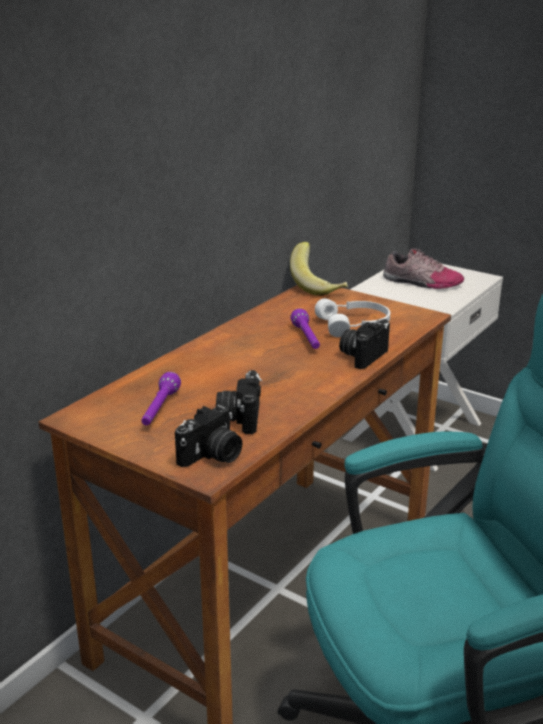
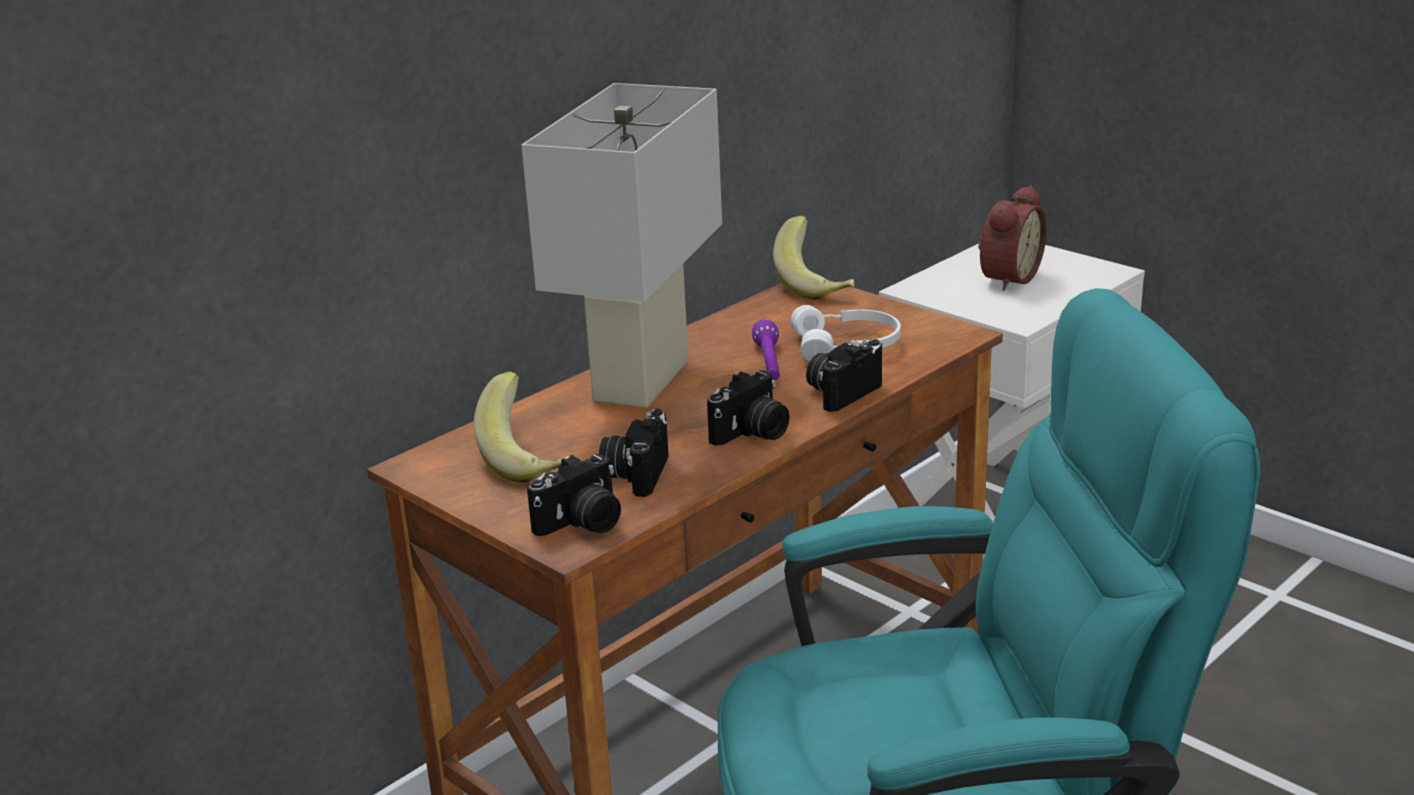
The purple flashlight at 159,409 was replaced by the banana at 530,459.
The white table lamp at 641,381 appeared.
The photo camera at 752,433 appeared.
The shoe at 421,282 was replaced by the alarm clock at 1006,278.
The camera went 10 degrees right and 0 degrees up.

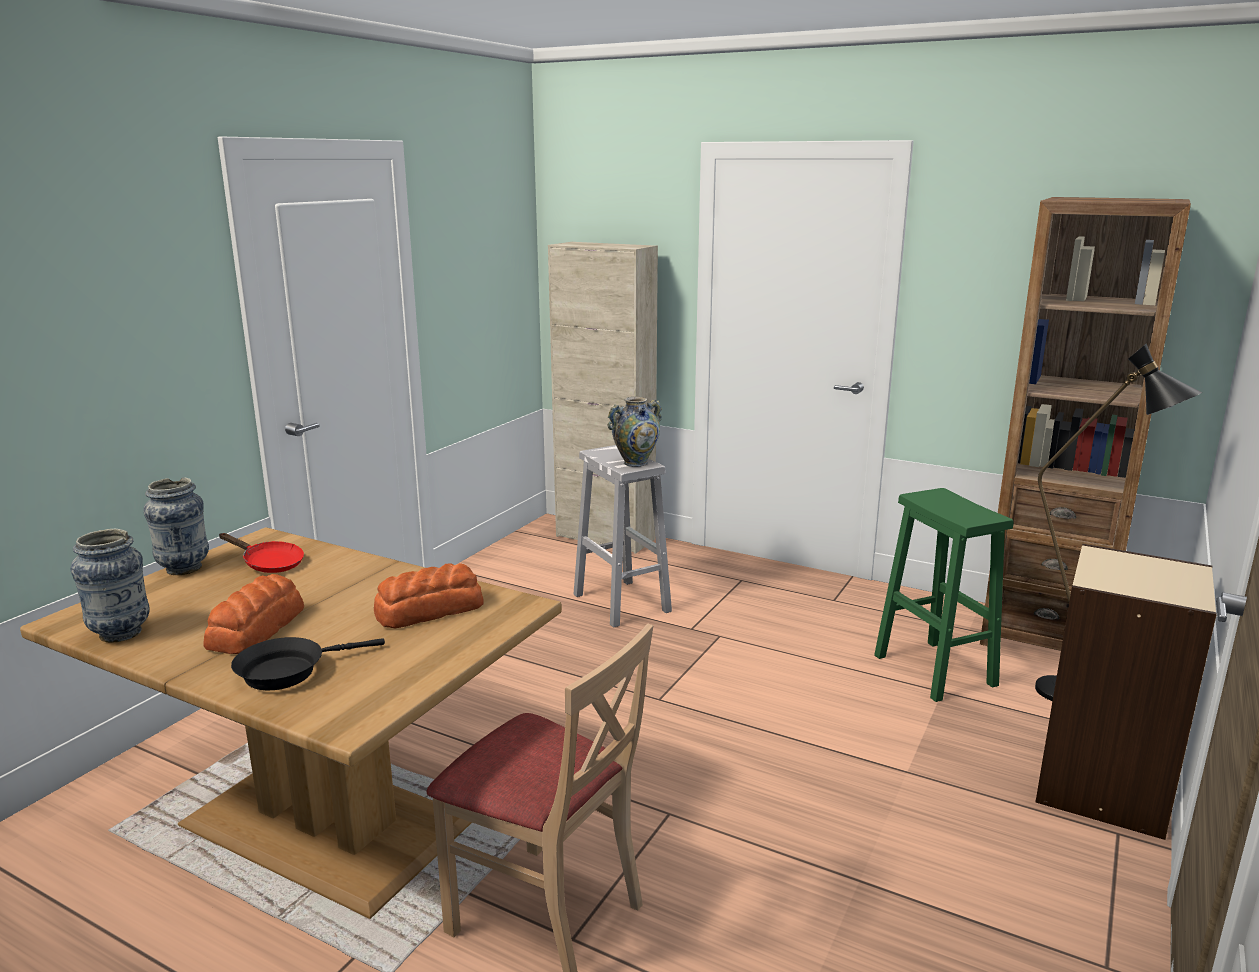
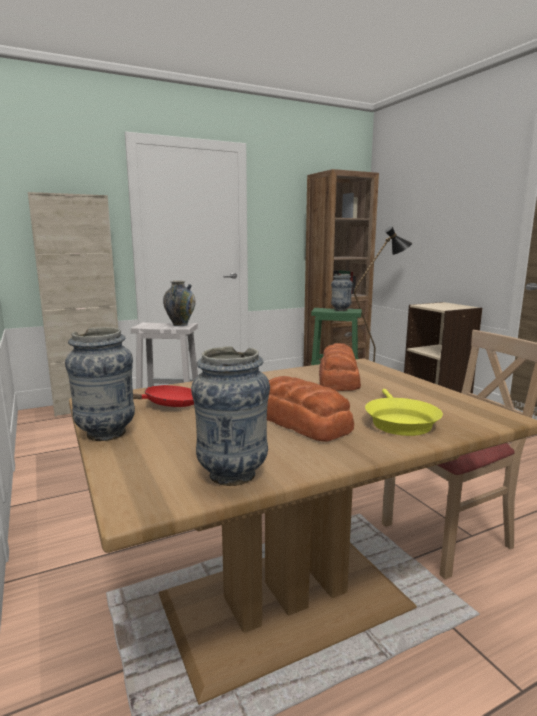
The vase at 340,310 appeared.
The black frying pan at 288,671 became the yellow frying pan at 399,422.
The camera went 55 degrees left and 5 degrees down.

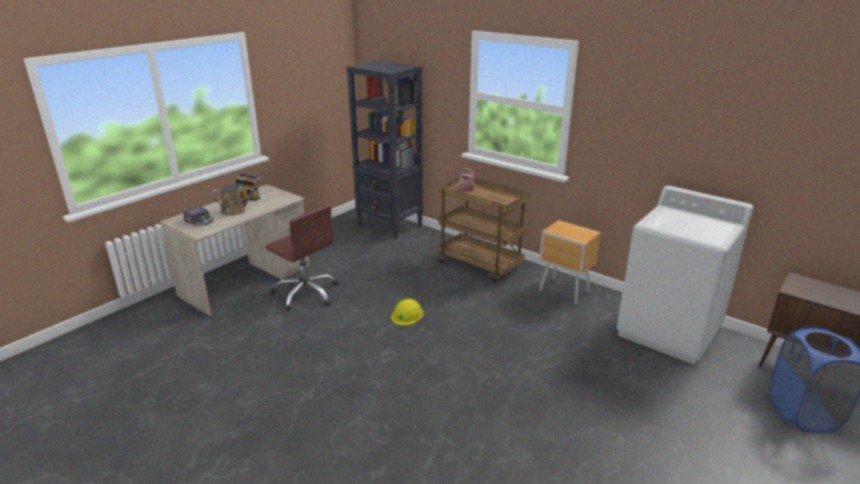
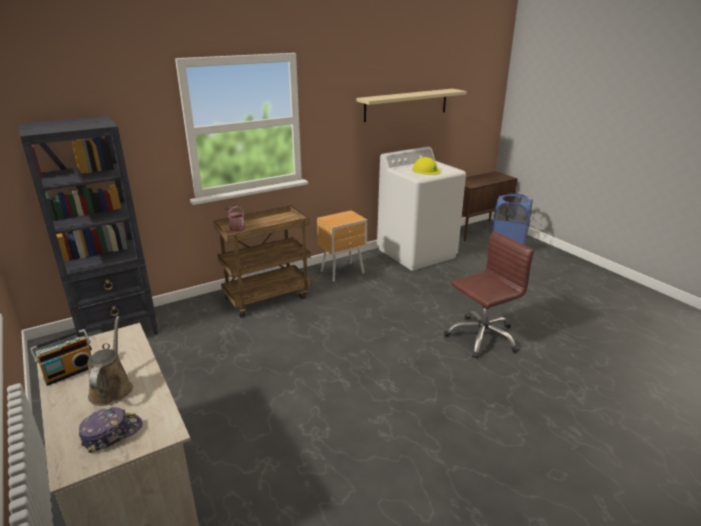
The beige shelf at 406,105 appeared.
The yellow hard hat moved from 407,315 to 426,170.
The brown office chair moved from 306,293 to 481,337.
The camera went 70 degrees left and 0 degrees up.

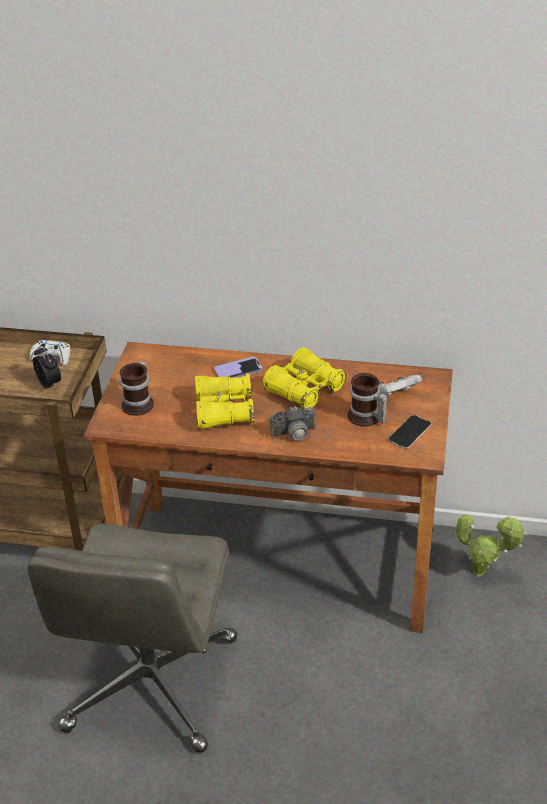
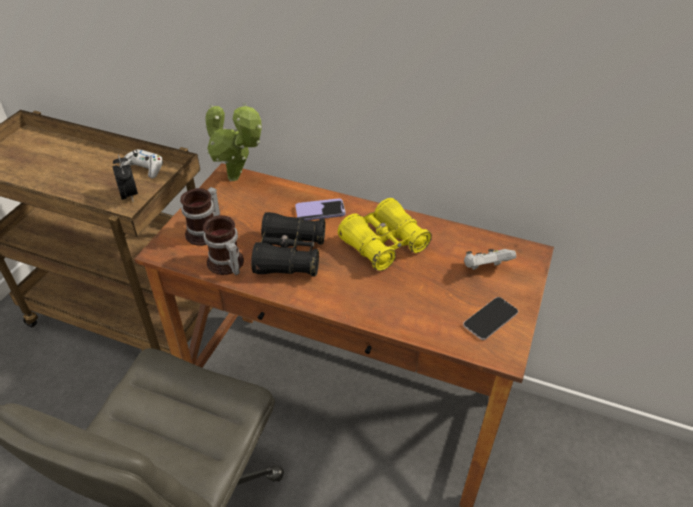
The mug moved from 365,418 to 225,265.
The potted plant moved from 483,573 to 237,179.
The yellow binoculars at 224,411 became the black binoculars at 290,255.
The photo camera at 299,433 disappeared.
The camera went 10 degrees right and 5 degrees up.

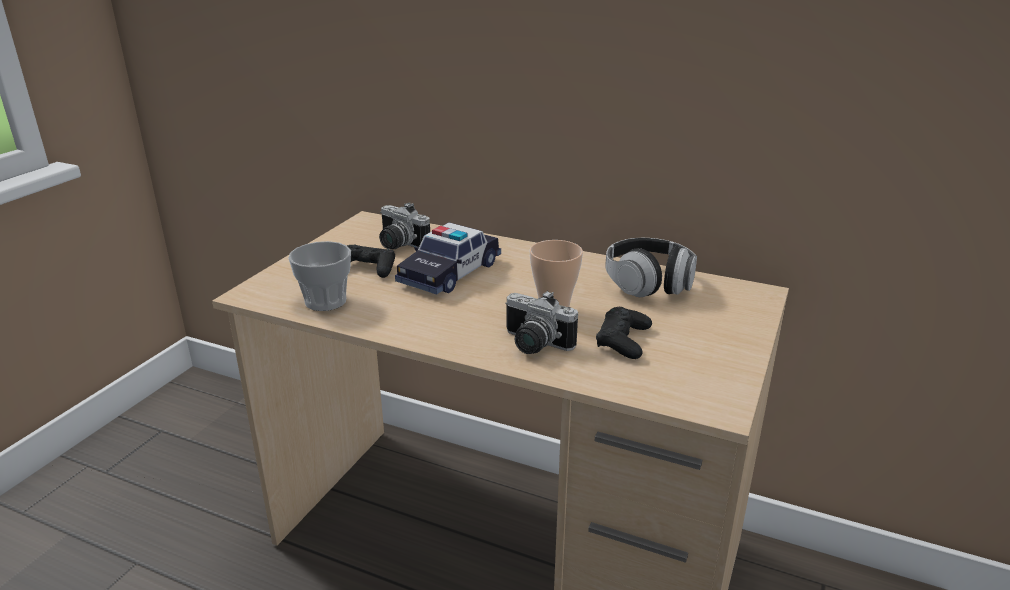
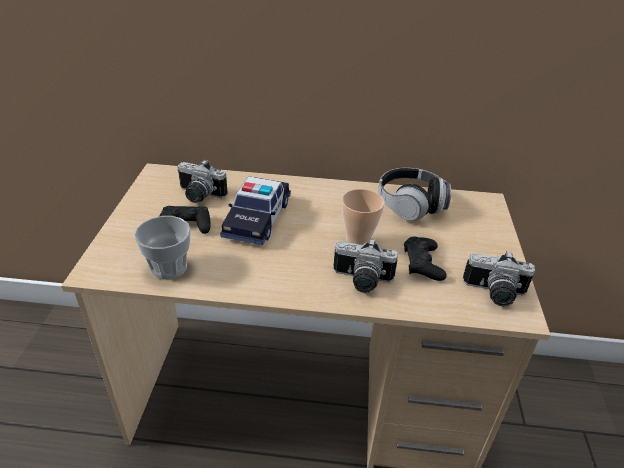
The photo camera at 494,294 appeared.
The camera went 20 degrees left and 10 degrees up.

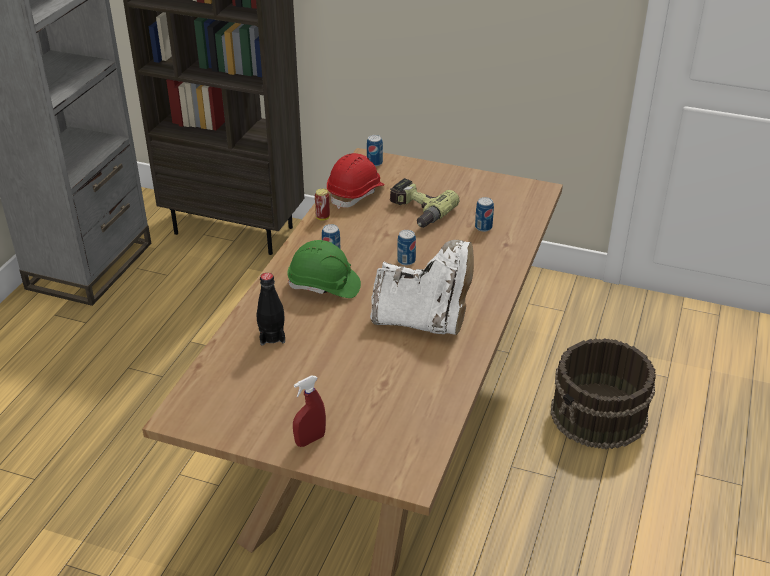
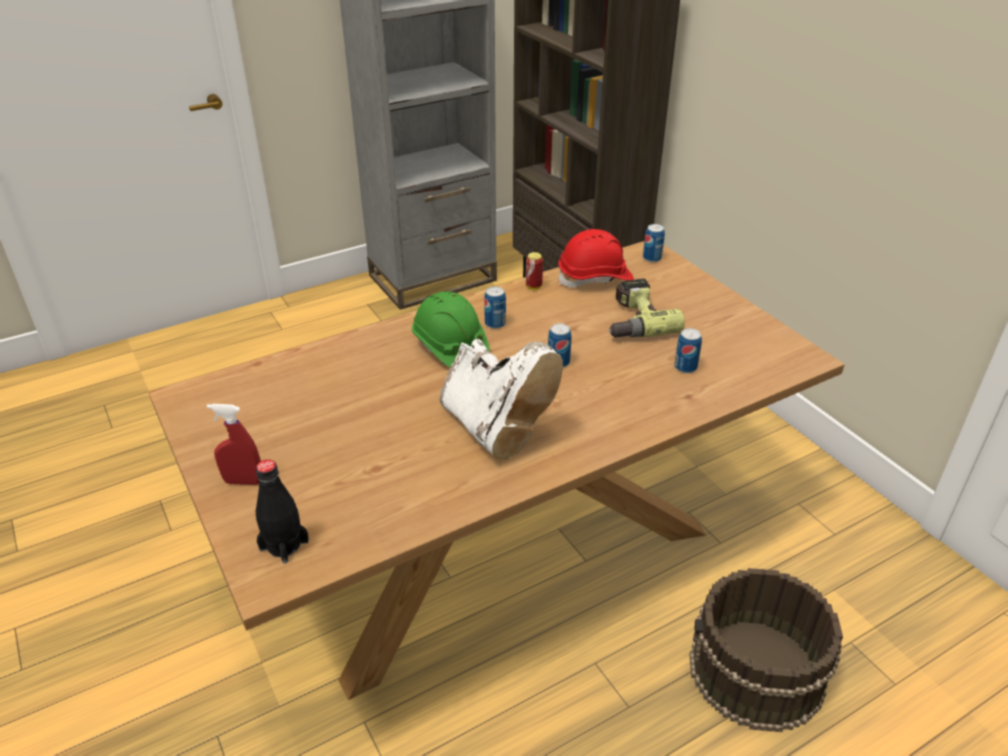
The black bottle moved from 272,336 to 284,545.
The camera went 40 degrees right and 0 degrees up.

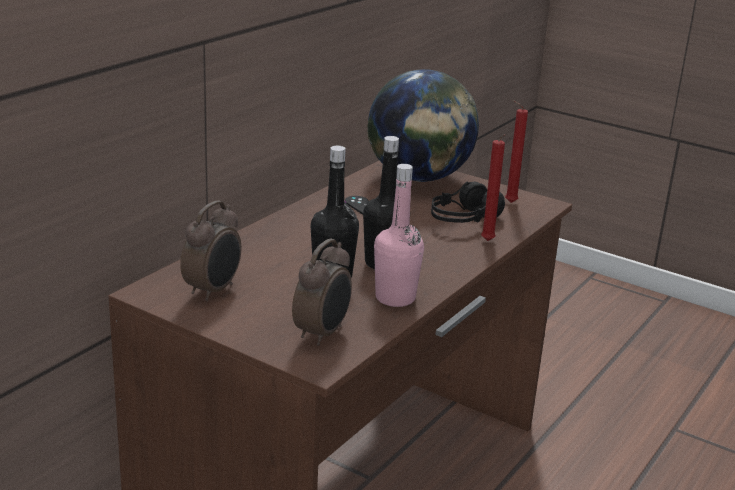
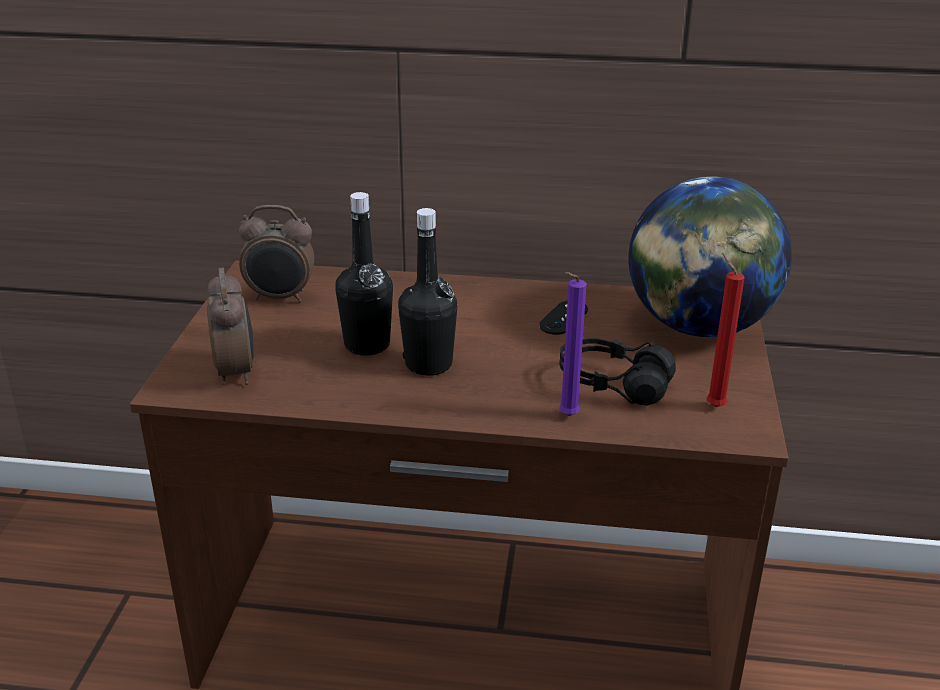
The alarm clock at 323,333 turned 105 degrees counterclockwise.
The red candle at 488,242 became the purple candle at 566,417.
The pink bottle at 395,298 disappeared.
The camera went 65 degrees right and 5 degrees up.

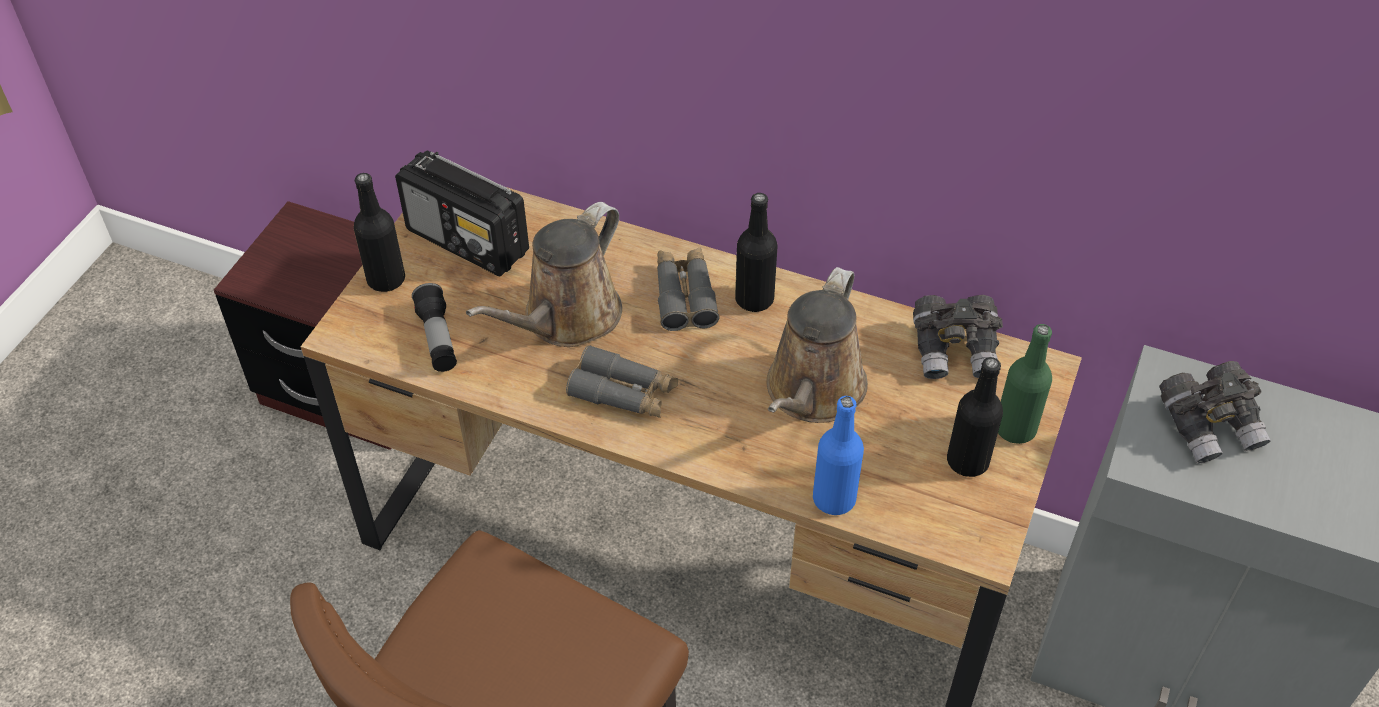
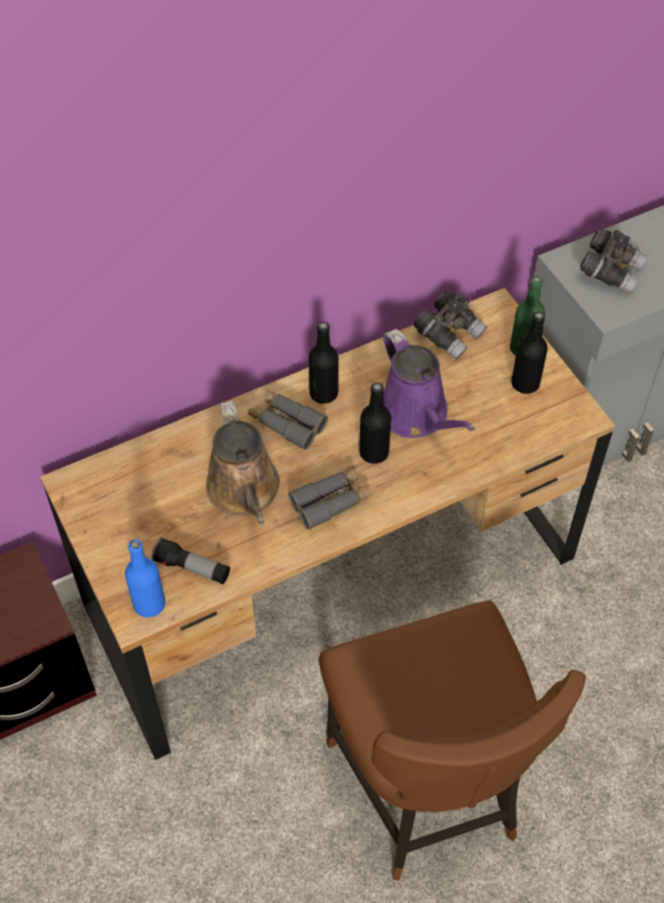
The blue bottle moved from 834,499 to 149,604.
The black bottle moved from 386,279 to 374,452.
The brown watering can at 812,392 became the purple watering can at 417,415.
The radio at 468,241 disappeared.
The camera went 50 degrees left and 5 degrees up.

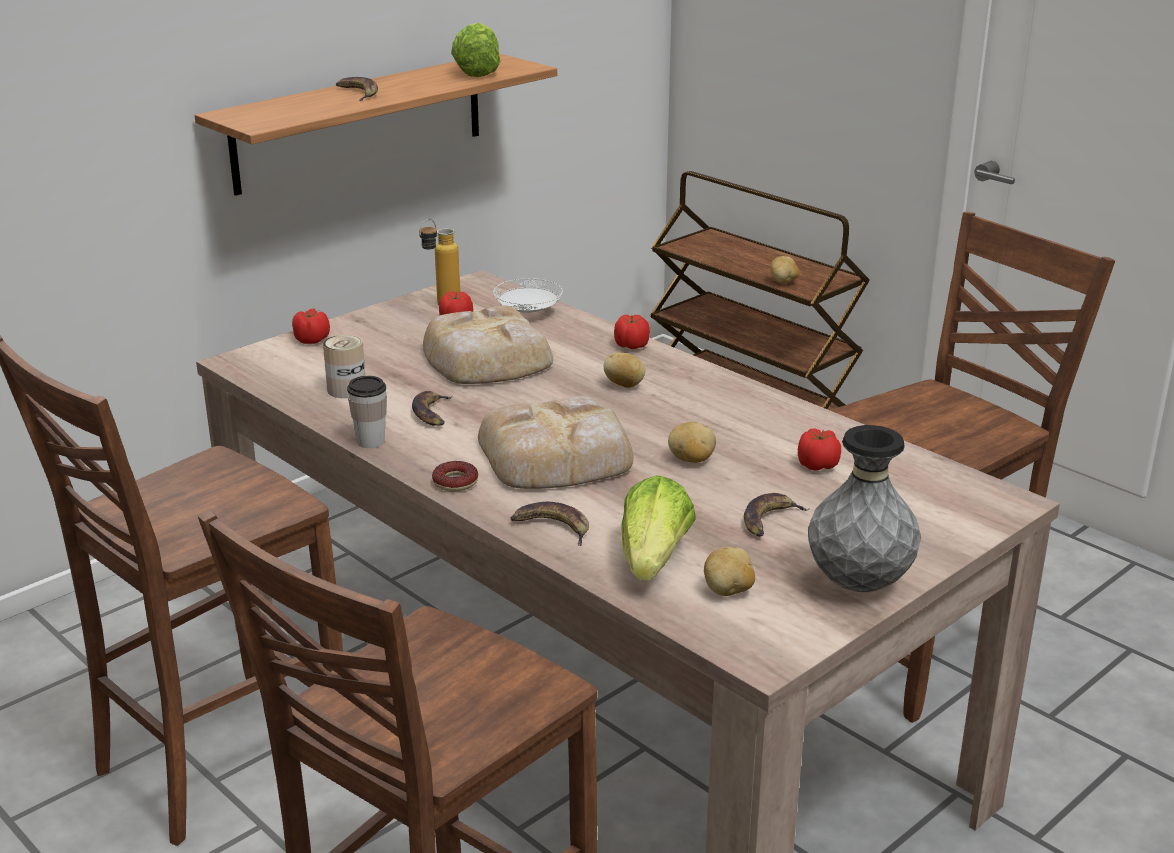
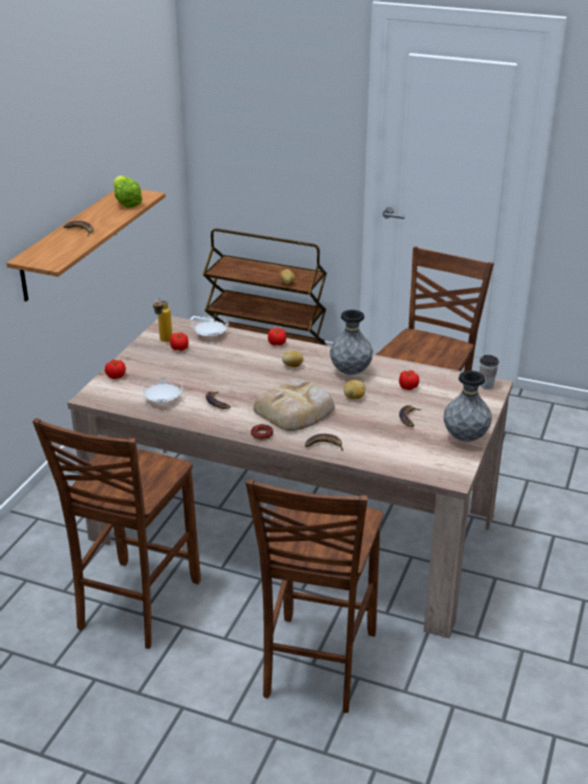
The can at 346,389 was replaced by the white plate at 163,400.
The grey vase at 350,372 appeared.
The cup moved from 370,441 to 486,385.
The bread at 486,359 disappeared.
The lettuce at 653,560 disappeared.
The potato at 728,591 disappeared.
The camera went 25 degrees left and 5 degrees up.

